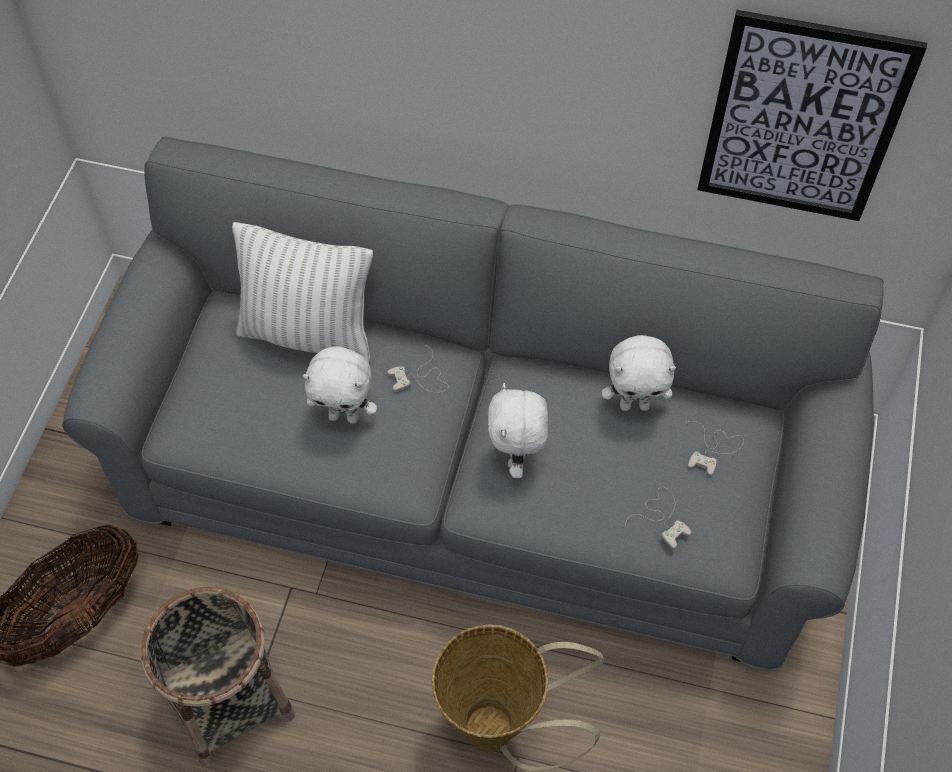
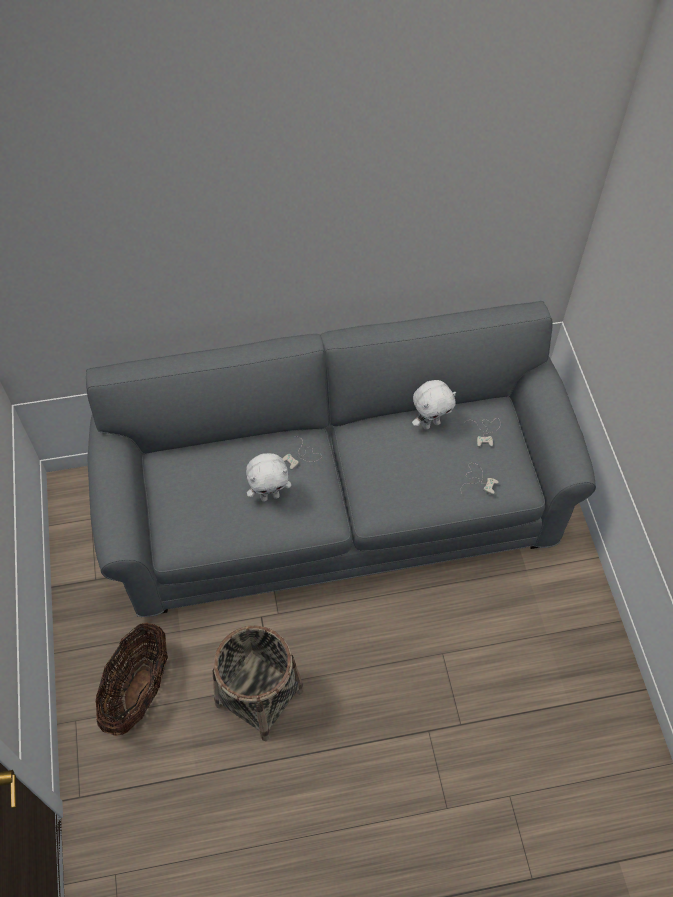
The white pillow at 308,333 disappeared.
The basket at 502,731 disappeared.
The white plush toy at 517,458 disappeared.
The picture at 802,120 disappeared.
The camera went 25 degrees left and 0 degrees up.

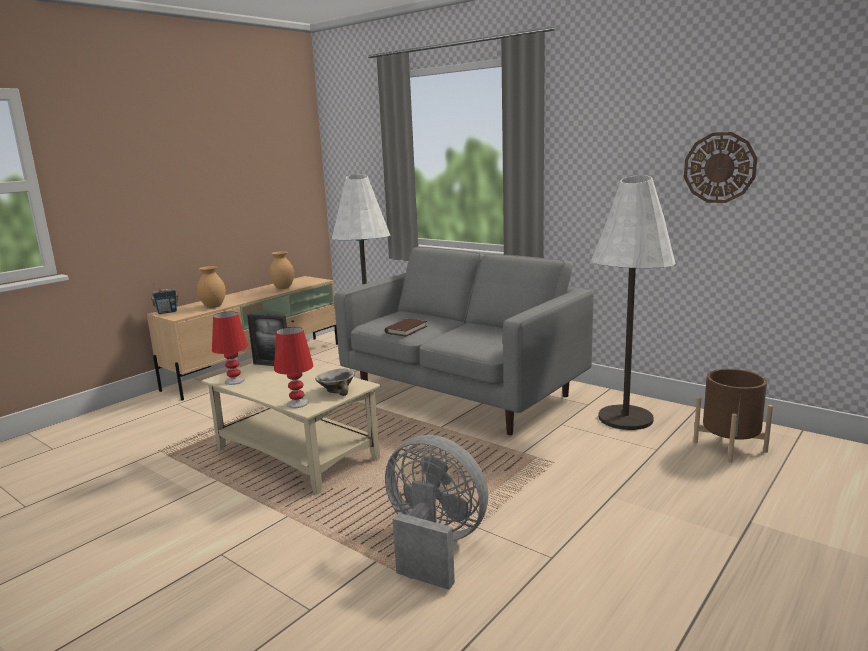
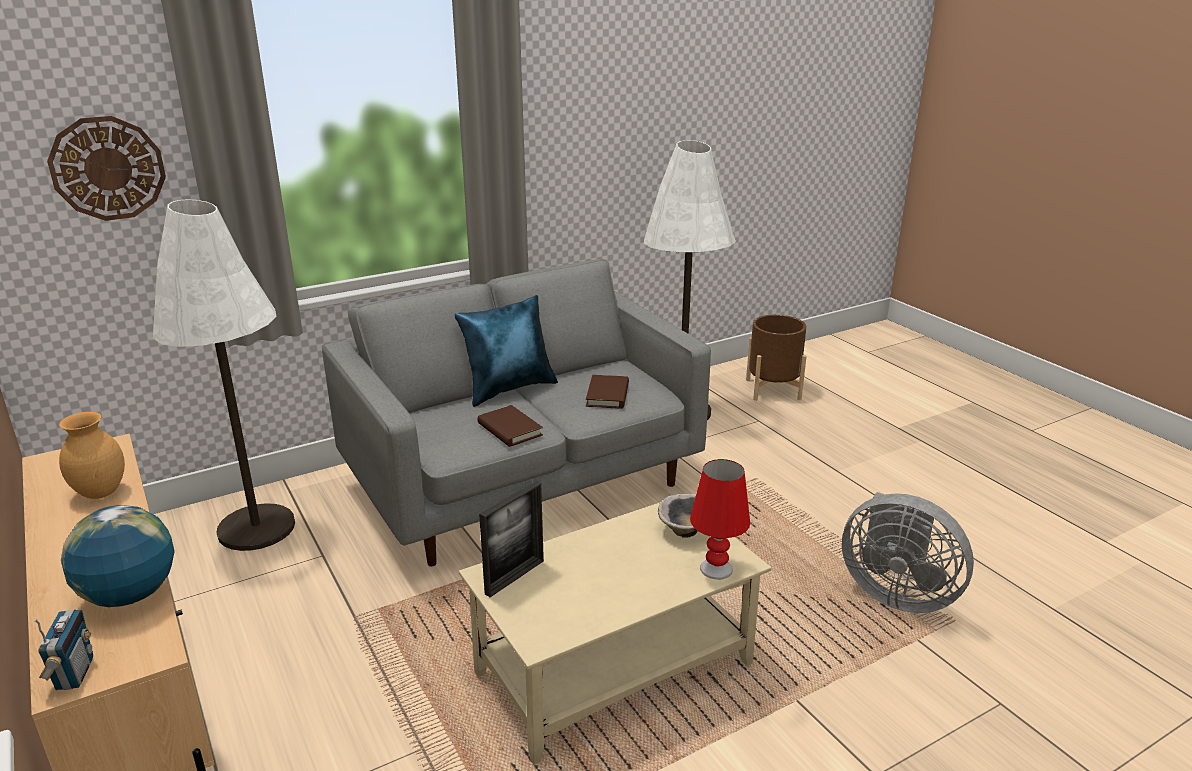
The wall clock moved from 719,167 to 108,168.
The brown vase at 214,306 was replaced by the globe at 130,595.
The blue pillow at 509,389 appeared.
The brown book at 607,395 appeared.
The grey fan at 434,545 turned 105 degrees counterclockwise.
The red table lamp at 234,381 disappeared.
The camera went 70 degrees left and 10 degrees up.

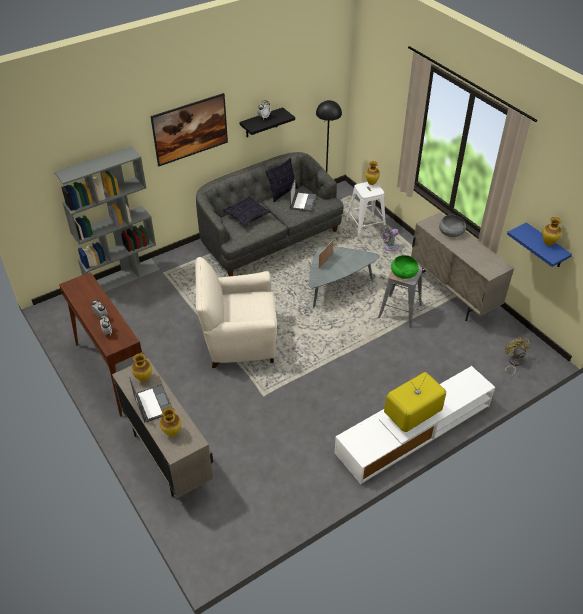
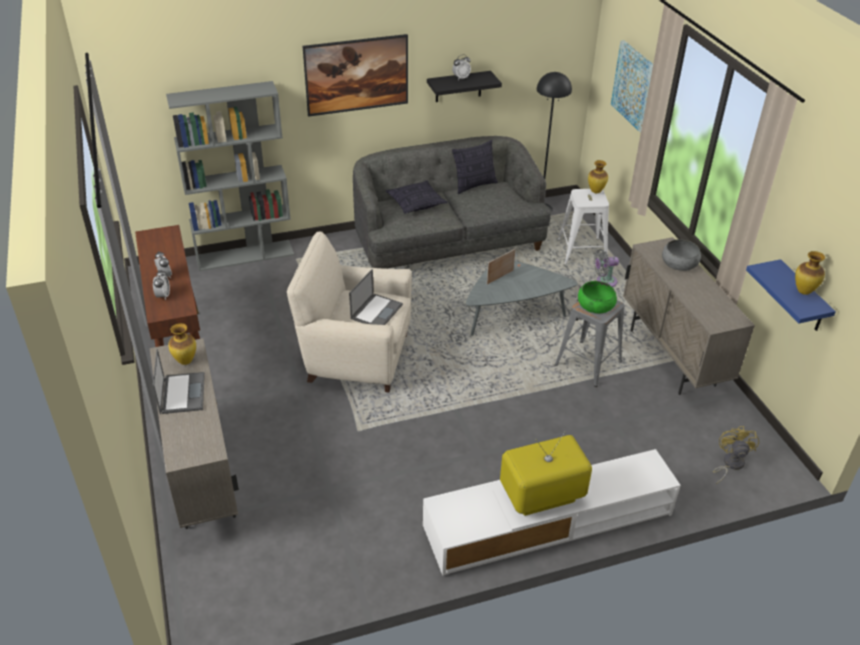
The laptop moved from 303,201 to 376,311.
The picture at 635,87 appeared.
The vase at 172,433 disappeared.
The camera went 15 degrees right and 5 degrees down.

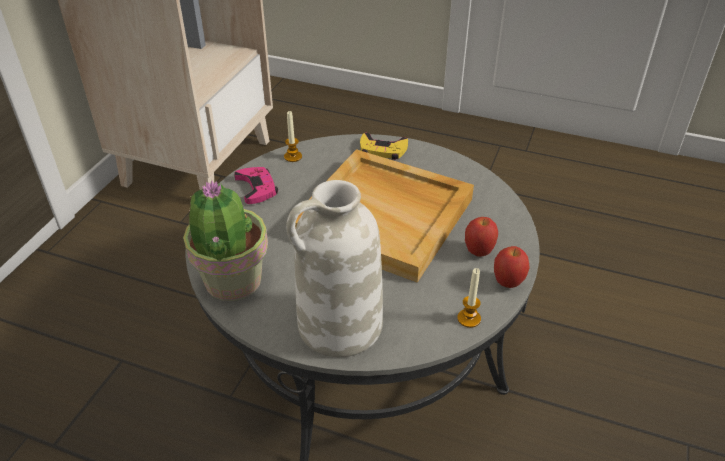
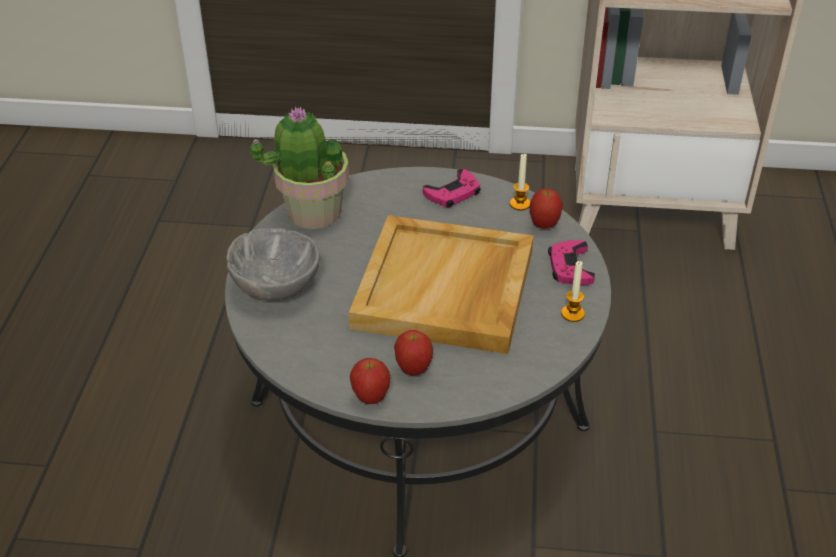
The white vase at 339,326 was replaced by the grey bowl at 274,287.
The apple at 544,225 appeared.
The yellow game controller at 382,150 became the pink game controller at 570,267.
The candle moved from 469,318 to 572,314.
The camera went 75 degrees right and 0 degrees up.

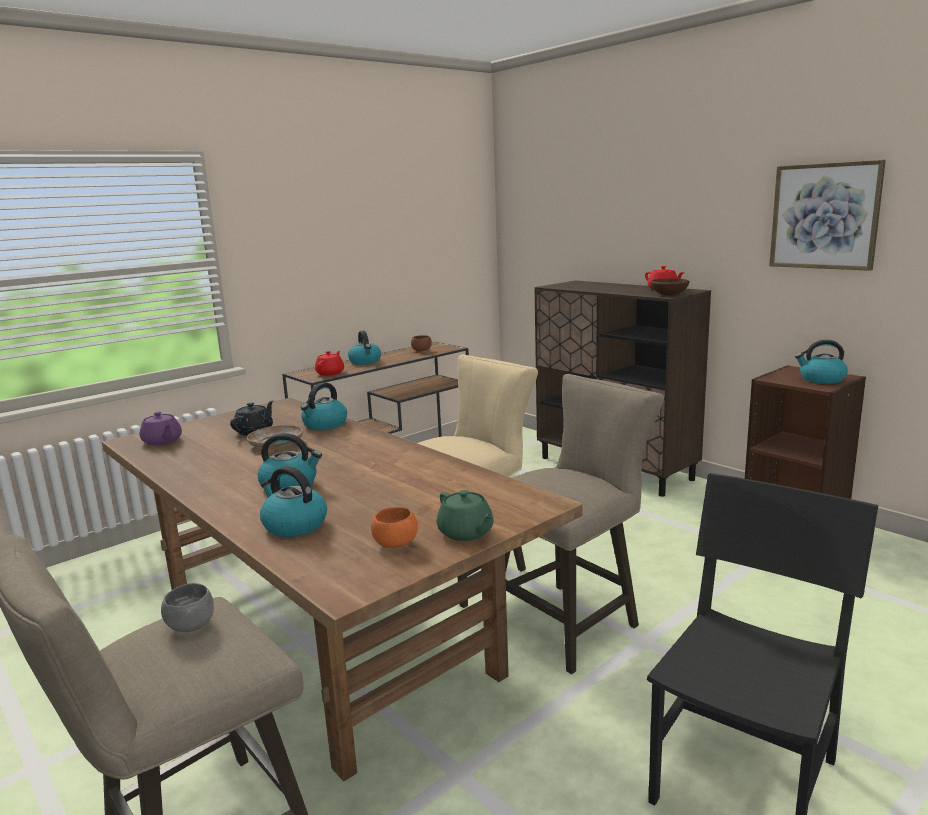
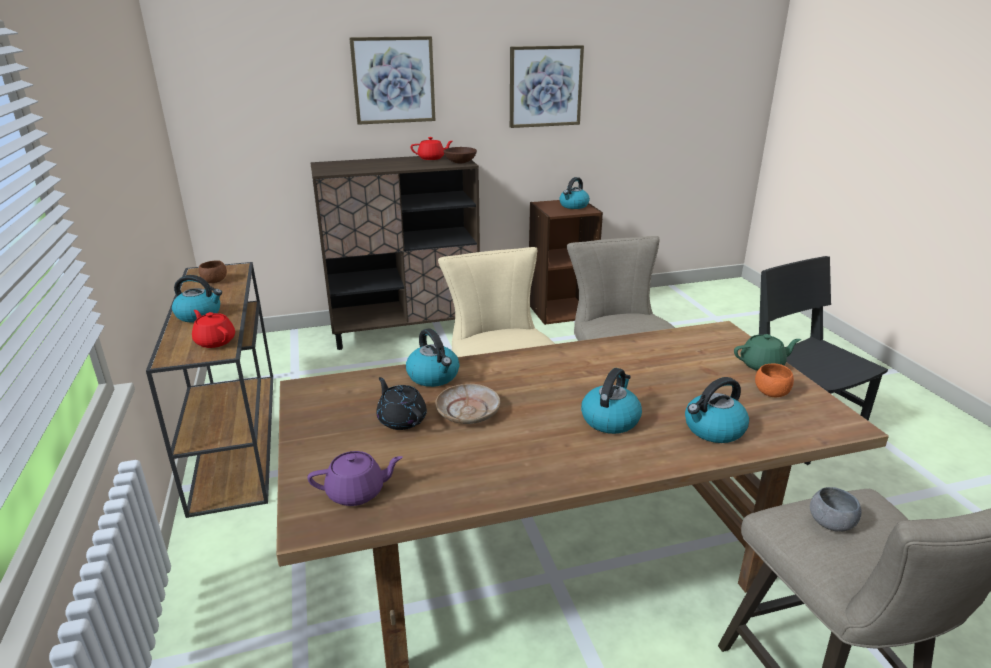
The picture at 393,80 appeared.
The camera went 65 degrees left and 10 degrees up.

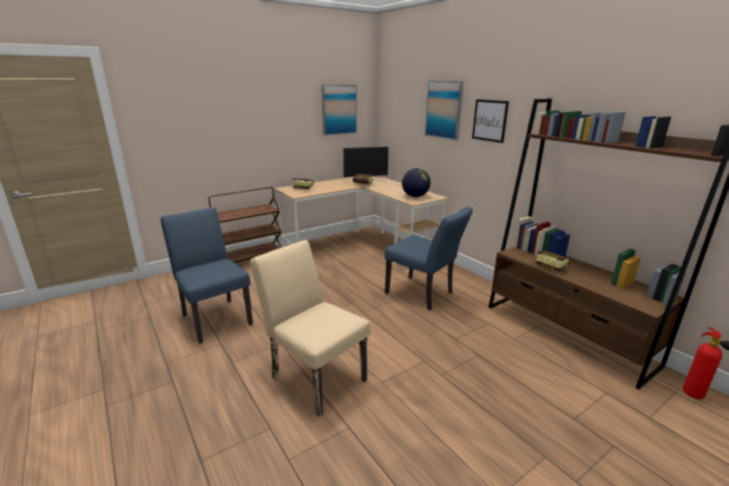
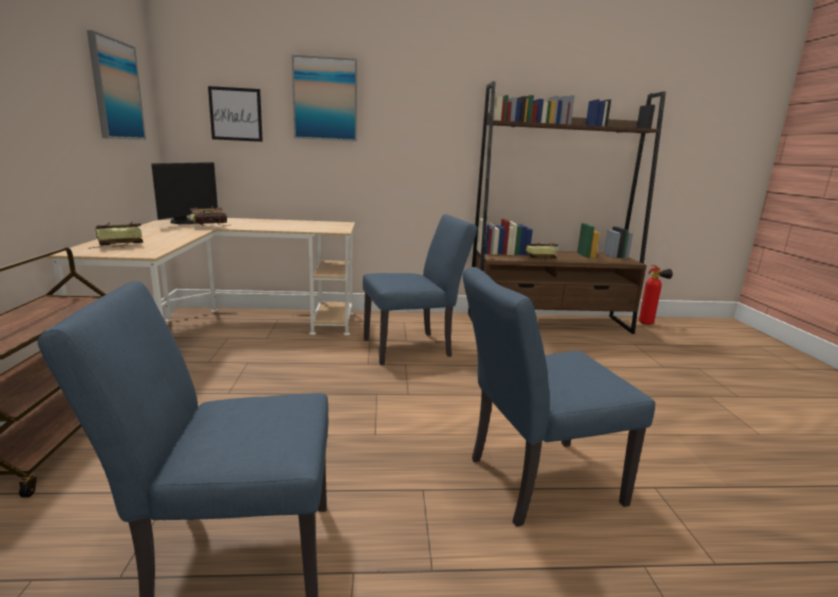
The picture moved from 489,120 to 236,114.
The beige chair at 314,375 became the blue chair at 533,482.
The globe at 415,196 disappeared.
The camera went 60 degrees left and 5 degrees down.

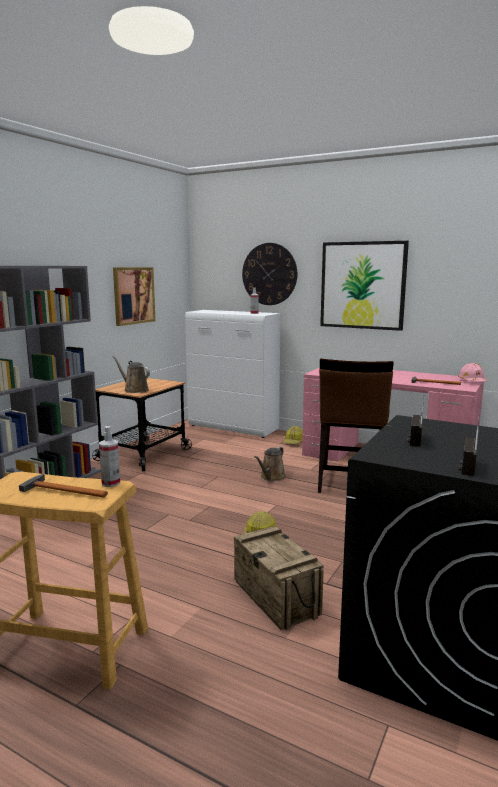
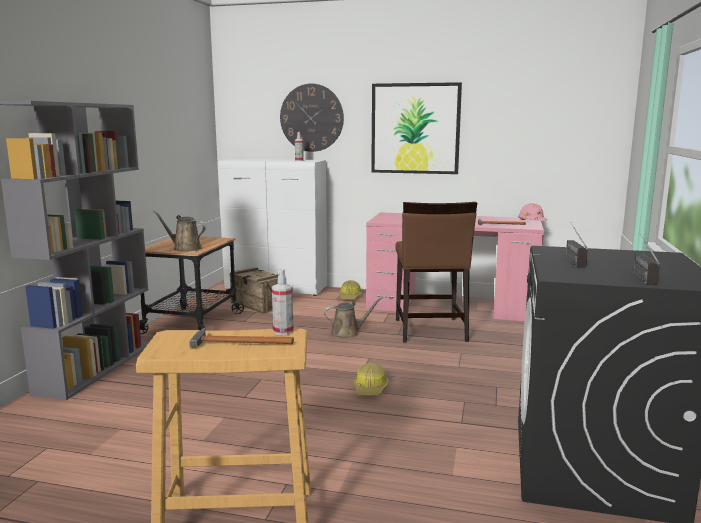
The crate moved from 276,597 to 258,304.
The brown watering can at 271,477 turned 120 degrees counterclockwise.
The picture at 133,295 disappeared.
The camera went 15 degrees left and 0 degrees up.

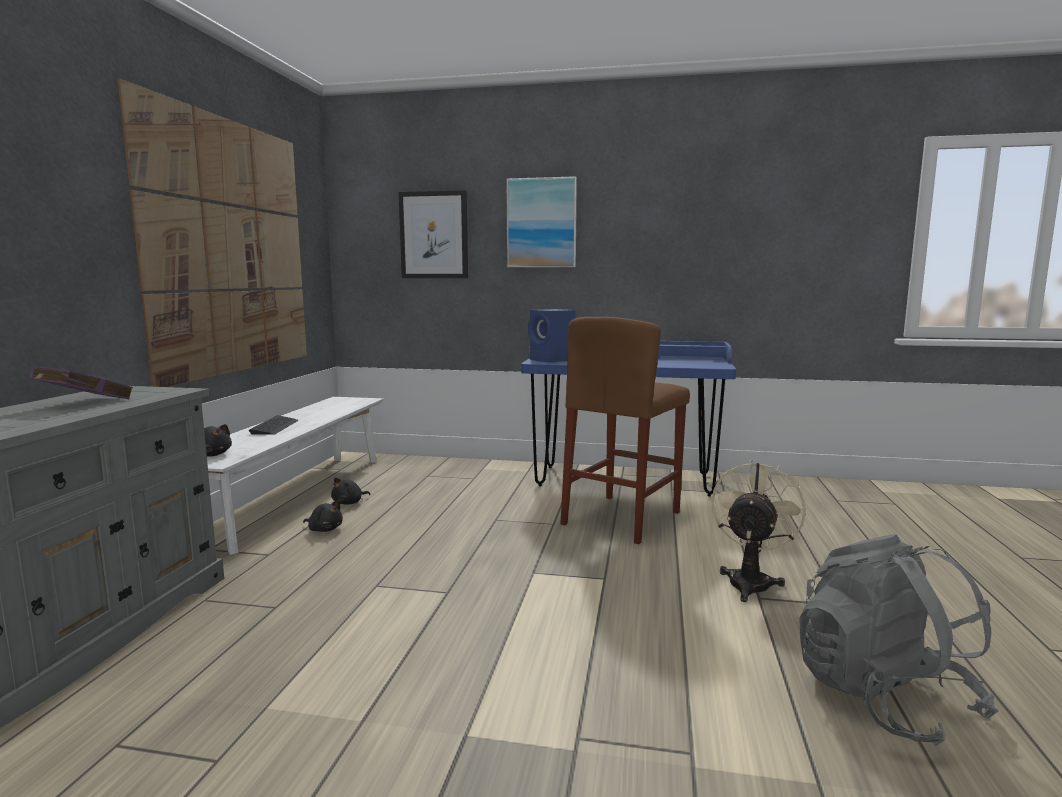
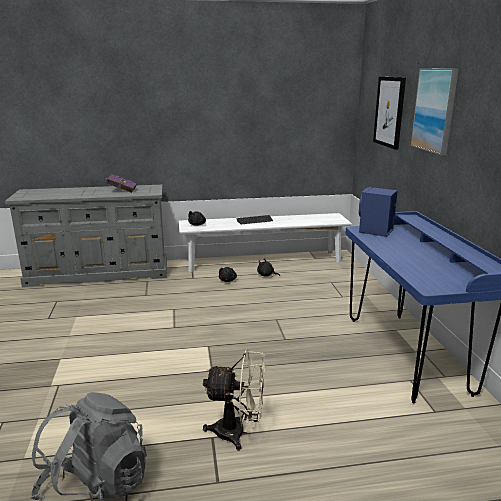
The picture at 230,247 disappeared.
The brown stool at 622,518 disappeared.
The camera went 70 degrees right and 10 degrees up.

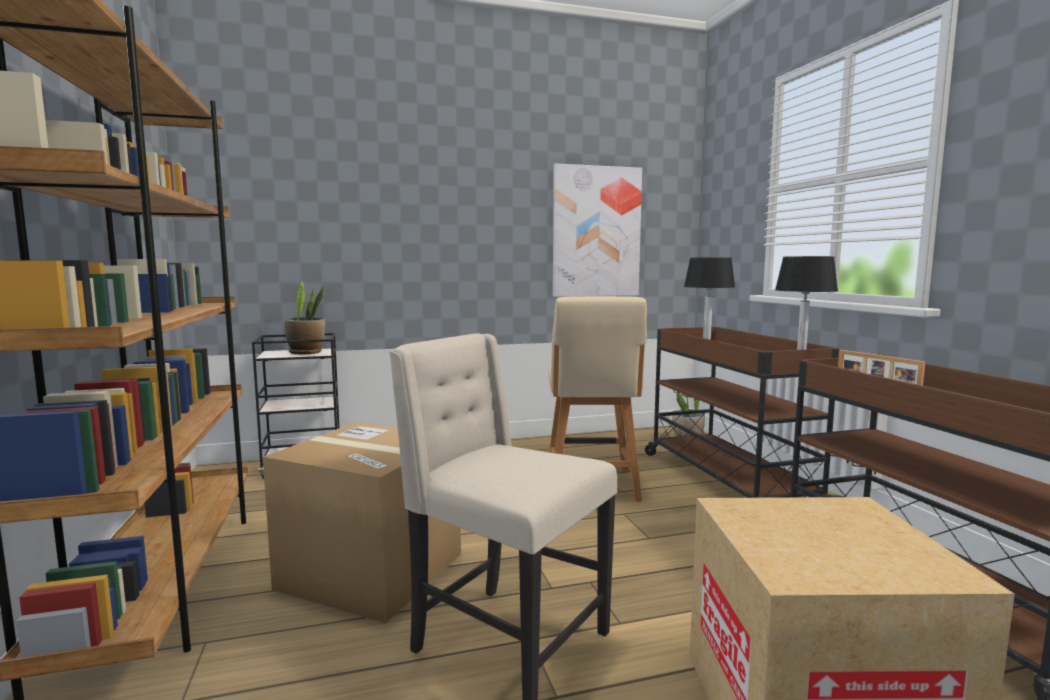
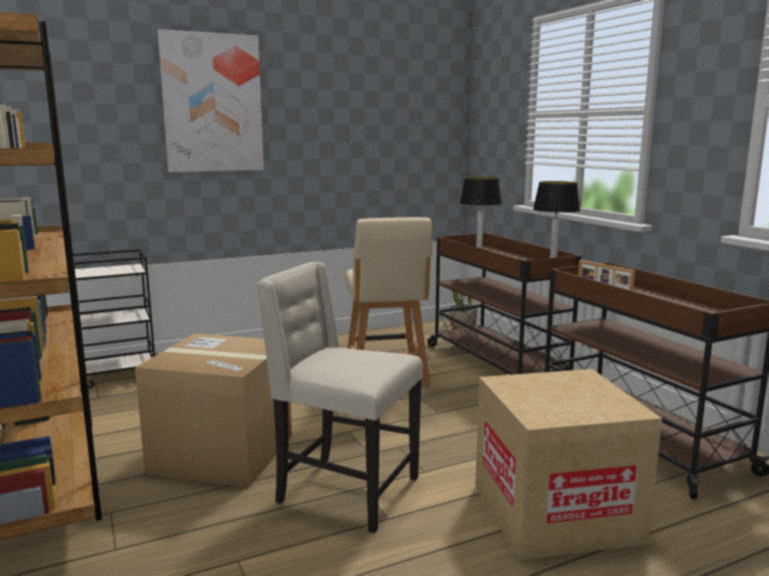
The picture moved from 596,232 to 212,103.
The potted plant at 306,352 disappeared.
The camera went 10 degrees left and 5 degrees up.

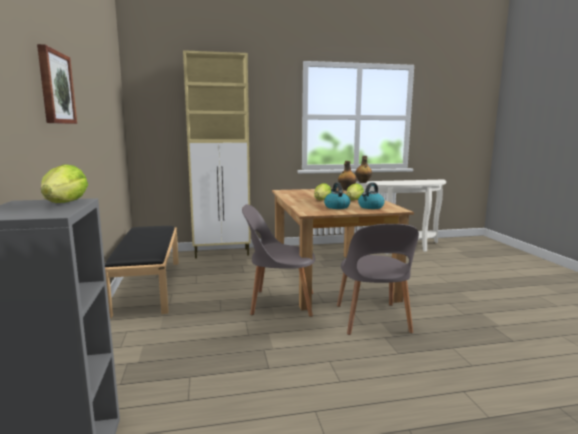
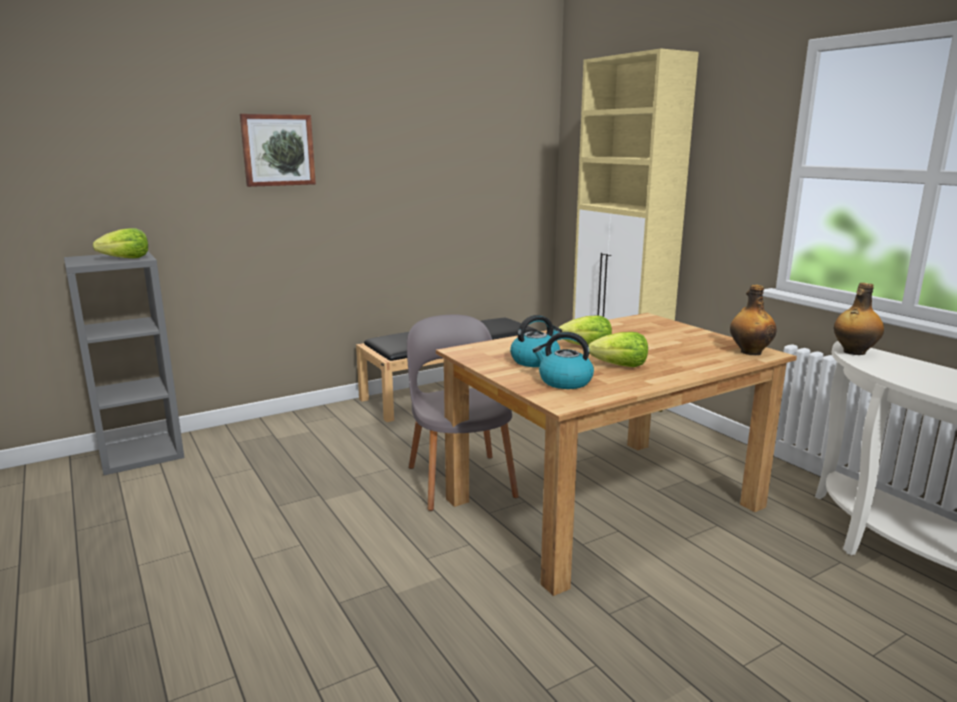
The grey chair at 372,320 disappeared.
The camera went 70 degrees right and 5 degrees up.

